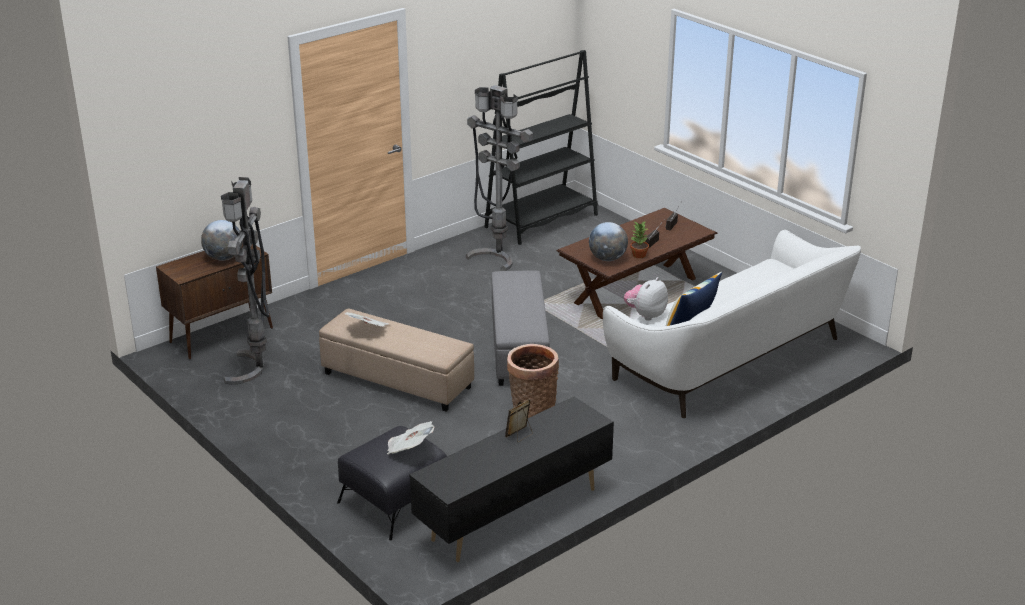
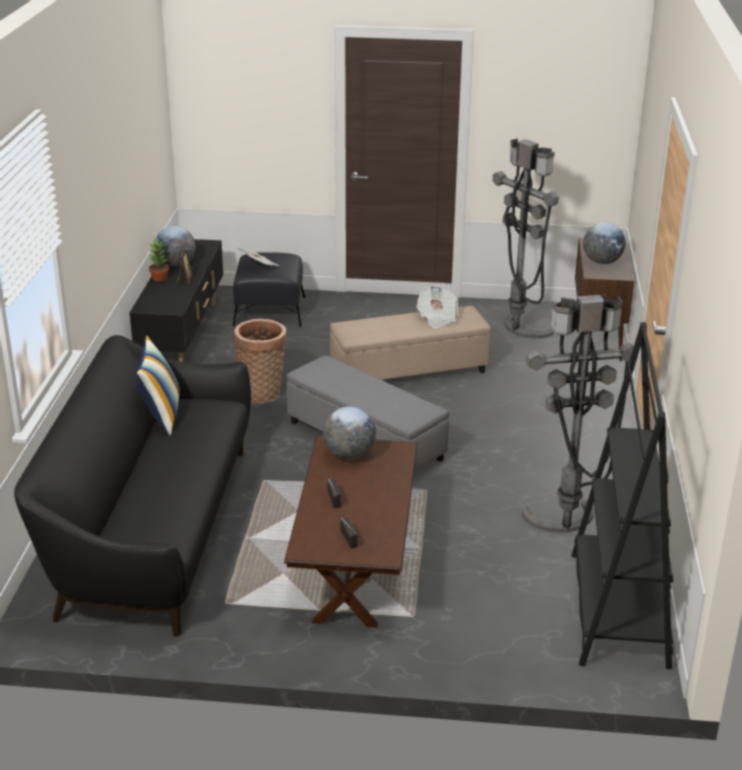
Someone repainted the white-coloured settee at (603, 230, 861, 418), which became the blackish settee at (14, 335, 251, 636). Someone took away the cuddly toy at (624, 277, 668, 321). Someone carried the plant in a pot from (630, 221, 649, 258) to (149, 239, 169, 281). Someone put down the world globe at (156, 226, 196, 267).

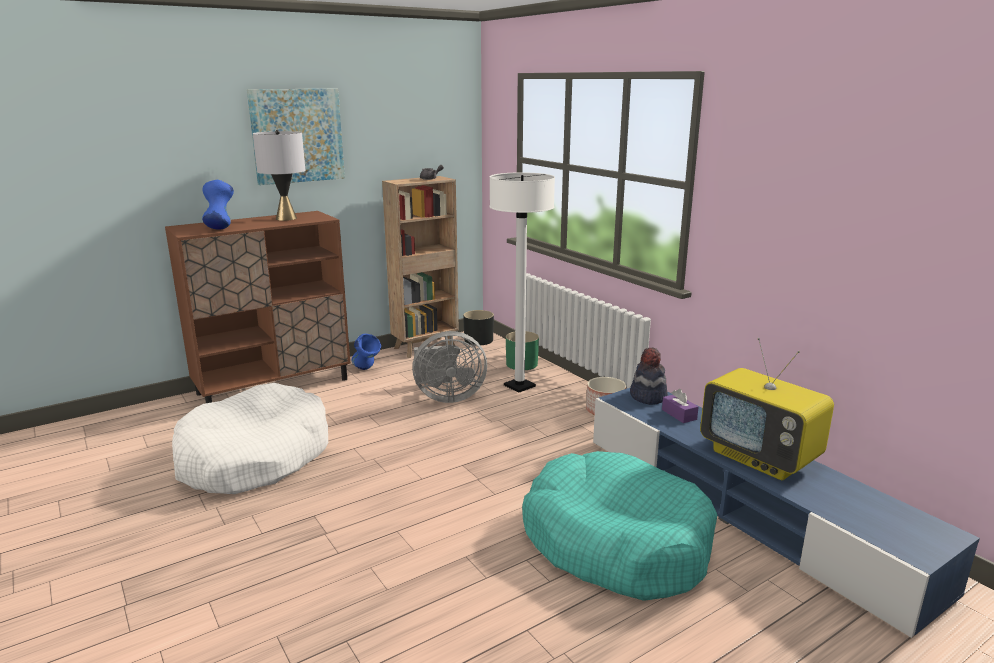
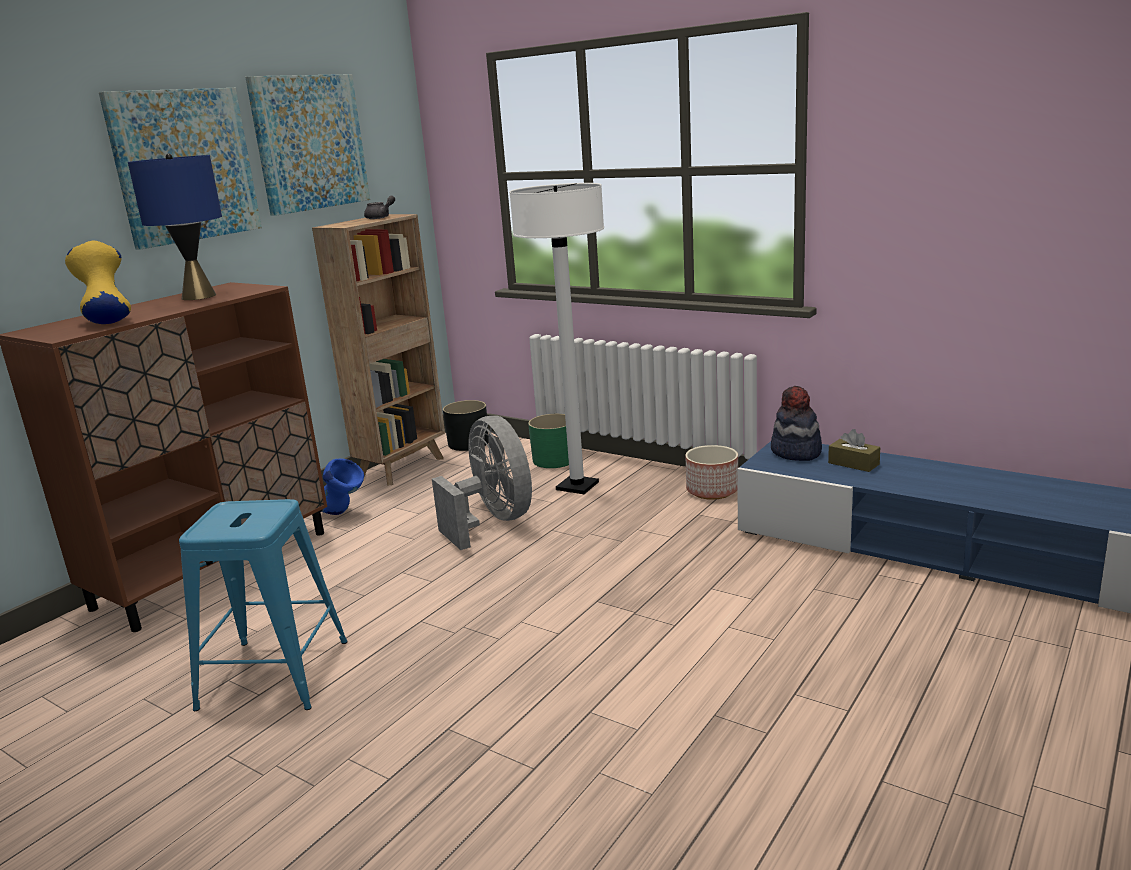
Someone swapped the white-coloured dog bed at (172, 383, 328, 494) for the blue-coloured stool at (179, 499, 348, 711). Someone repainted the blue-coloured vase at (202, 180, 234, 230), which became the yellow vase at (65, 241, 131, 324). Someone repainted the greyish tabletop lamp at (253, 130, 305, 221), which became the blue-coloured tabletop lamp at (128, 153, 222, 300). Someone rotated the greyish cooling fan at (412, 331, 487, 403) by 90 degrees counterclockwise. Someone took away the blue-green dog bed at (522, 451, 717, 601). Someone repainted the purple box of tissues at (662, 389, 699, 423), which became the brown-coloured box of tissues at (828, 429, 880, 472). Someone took away the television at (700, 338, 834, 480). Someone put up the picture at (246, 74, 370, 216).

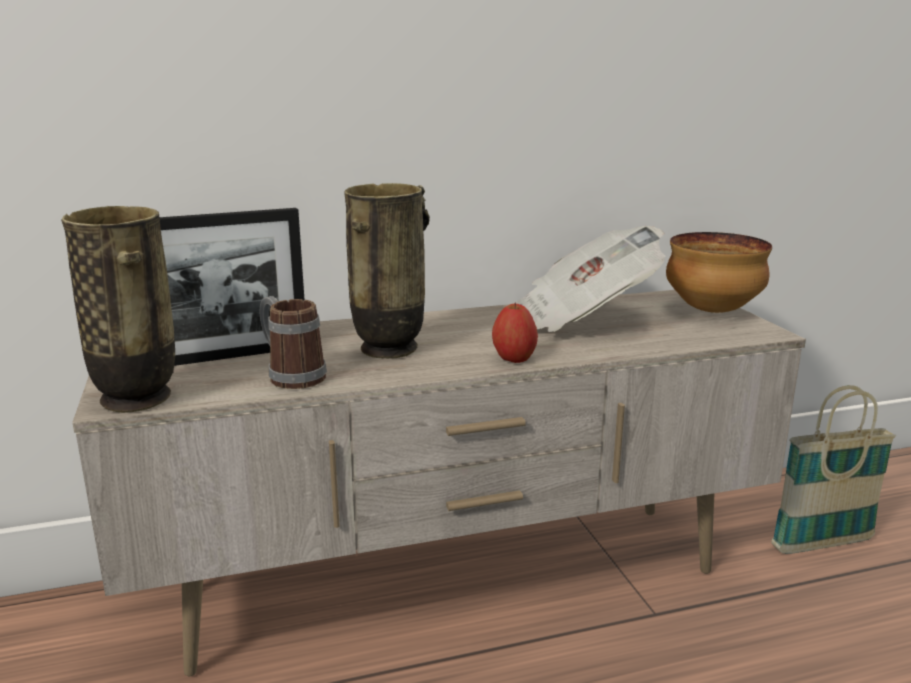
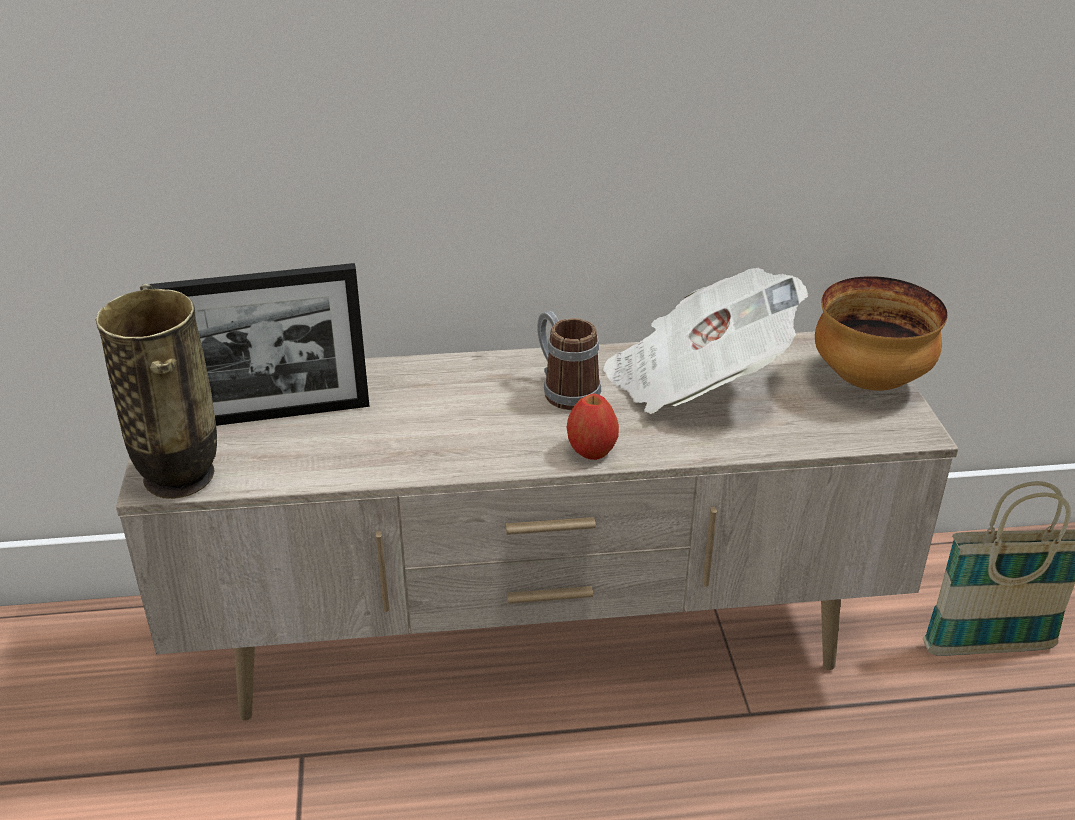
Someone carried the tea mug from (260, 296, 327, 389) to (537, 311, 601, 410). Someone took away the vase at (344, 183, 430, 359).

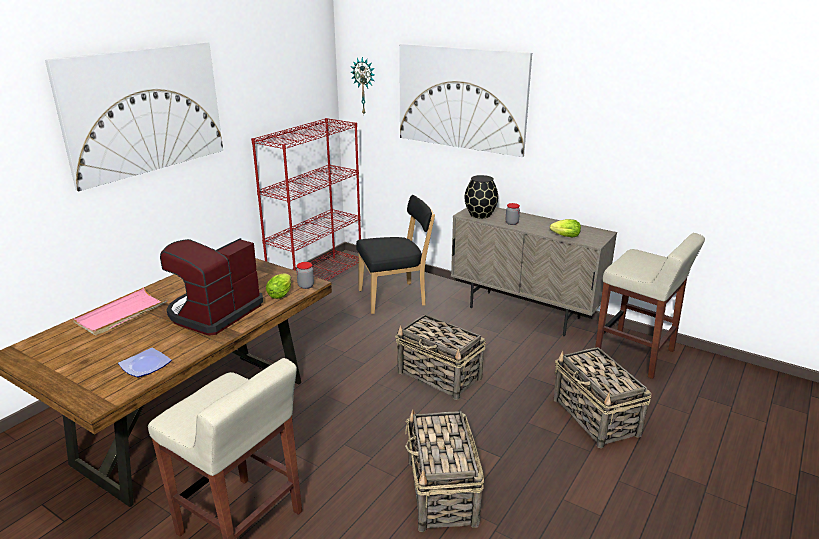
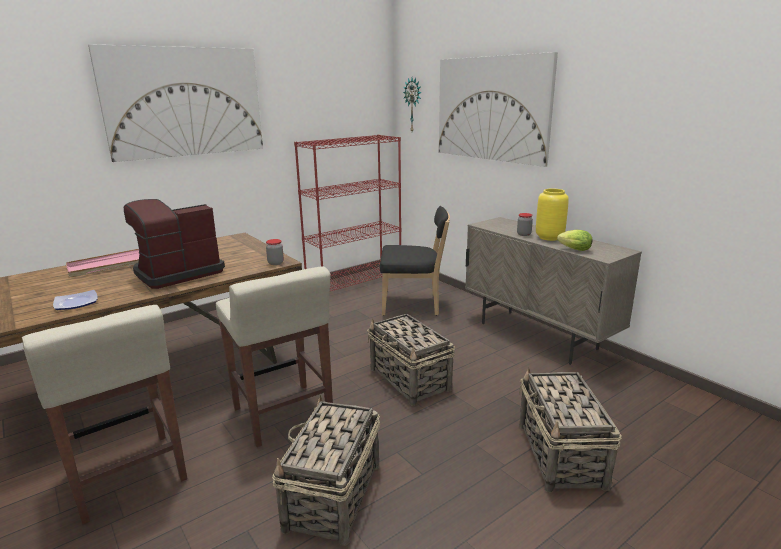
Someone took away the lettuce head at (266, 273, 291, 299). Someone took away the blackish vase at (465, 175, 498, 218). Someone carried the sand-coloured stool from (595, 233, 705, 379) to (216, 266, 333, 447). Someone put down the yellow vase at (536, 189, 569, 241).

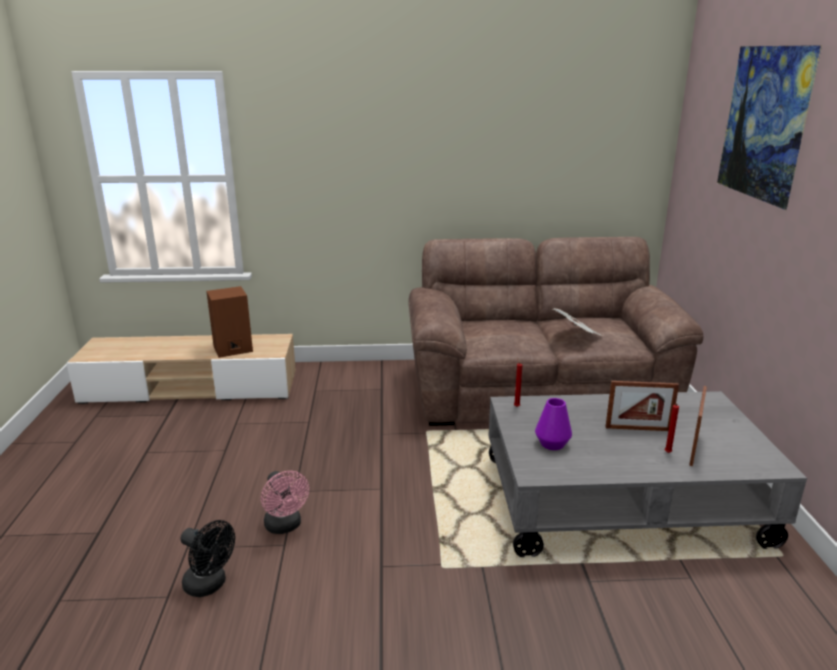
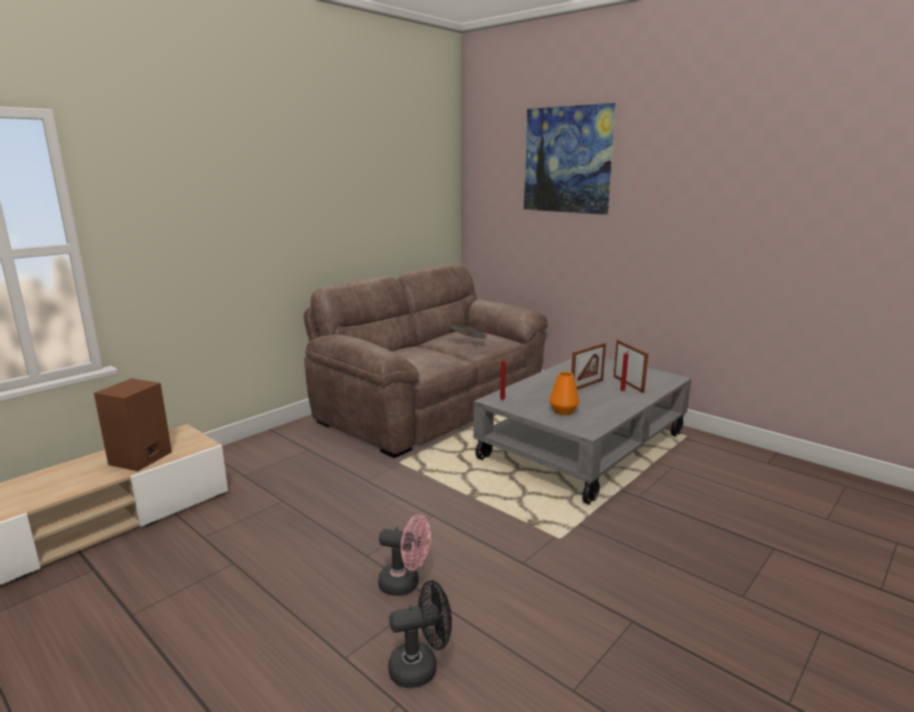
Someone repainted the purple vase at (535, 398, 572, 450), which became the orangey vase at (549, 372, 580, 415).

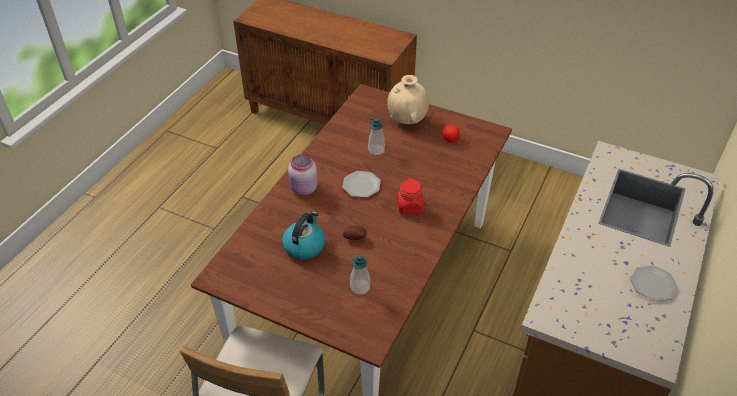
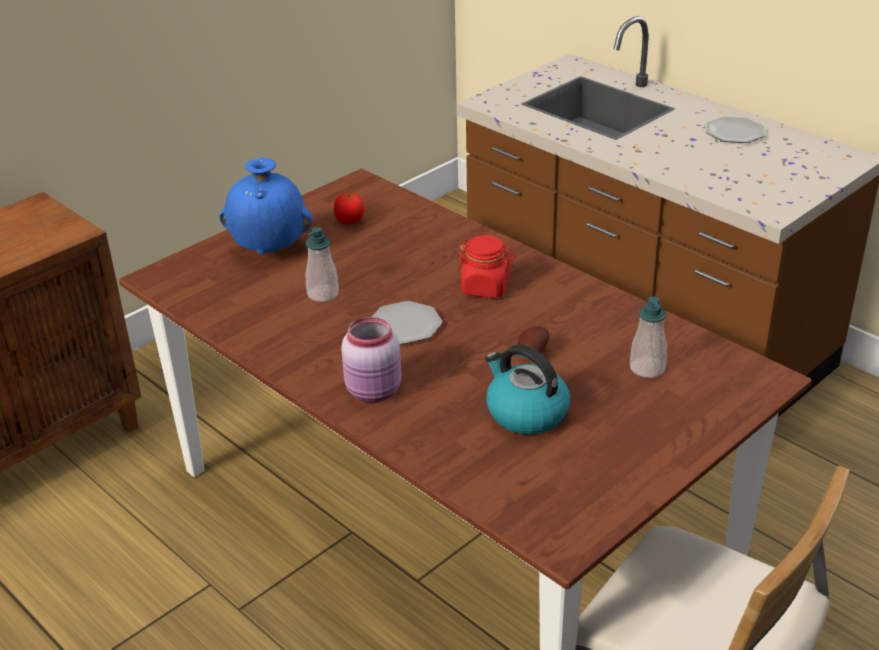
Someone repainted the sand-coloured vase at (388, 75, 429, 124), which became the blue-coloured vase at (219, 158, 313, 255).

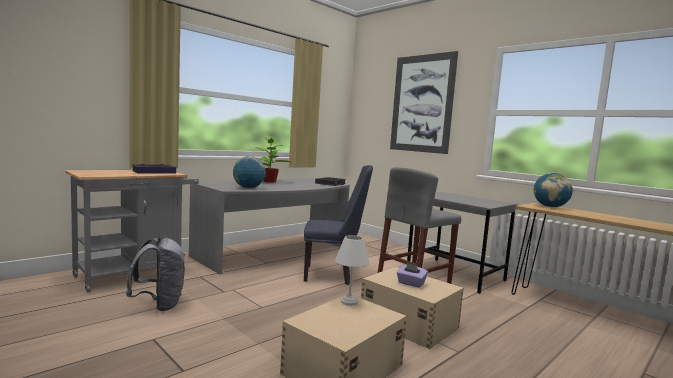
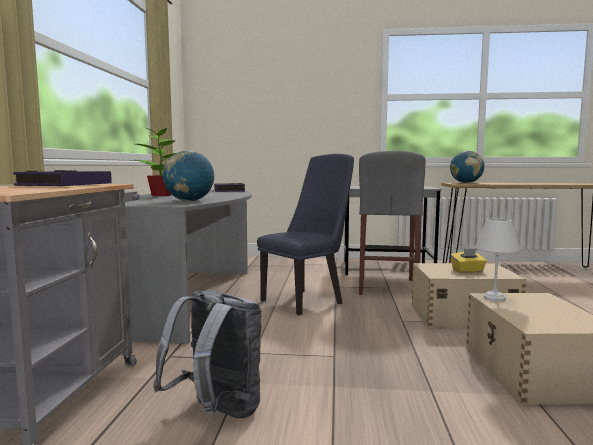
Someone took away the picture at (390, 51, 458, 154). Someone repainted the purple box of tissues at (397, 263, 428, 288), which became the yellow box of tissues at (450, 249, 487, 273).

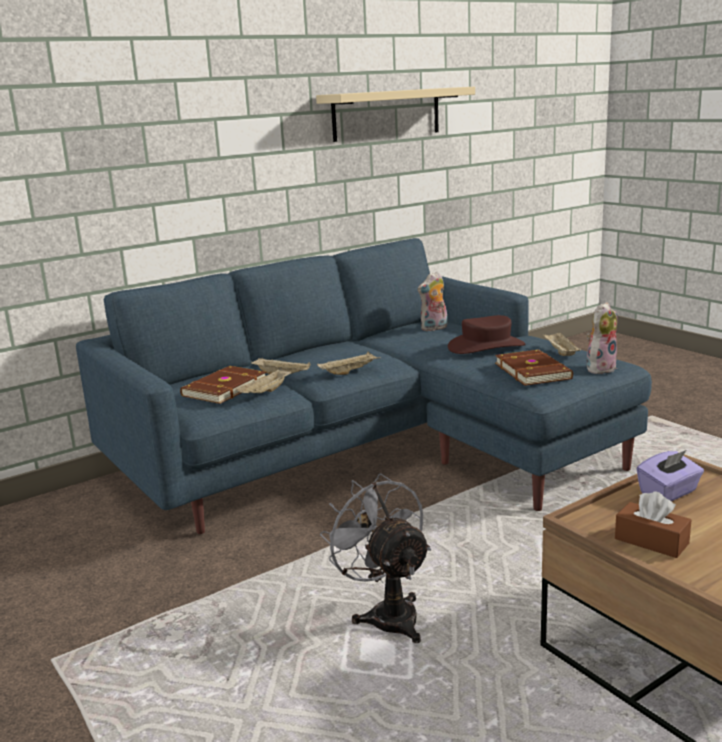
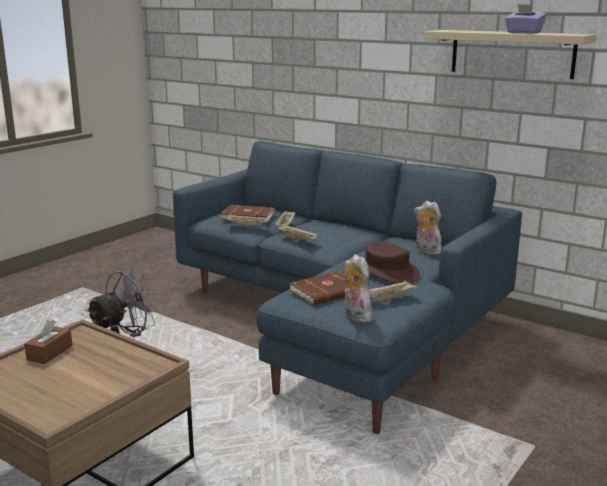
Someone rotated the cuddly toy at (587, 302, 618, 374) by 150 degrees counterclockwise. Someone carried the purple box of tissues from (637, 450, 704, 502) to (505, 4, 546, 34).

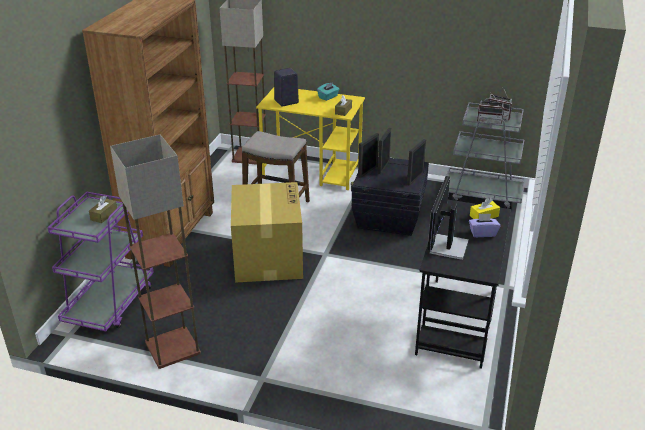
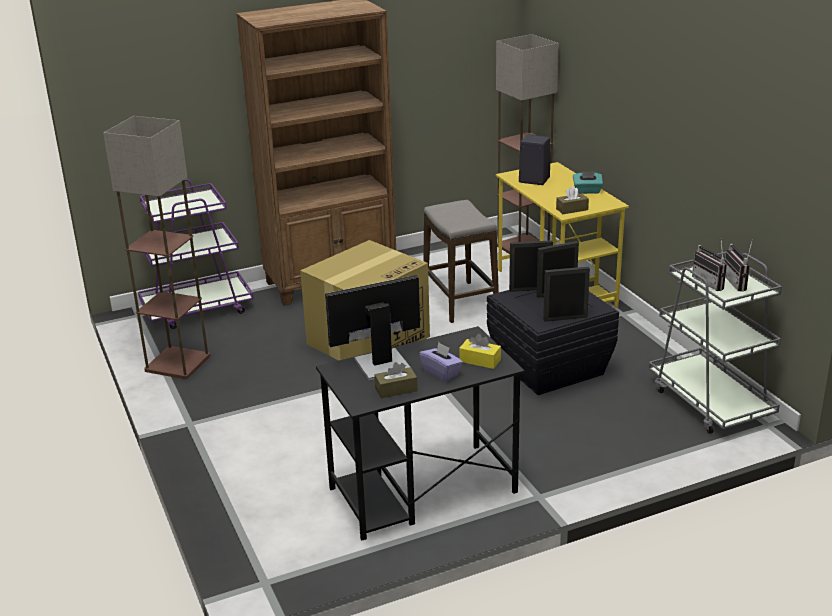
Someone carried the brown-coloured box of tissues from (89, 196, 117, 223) to (374, 362, 418, 398).

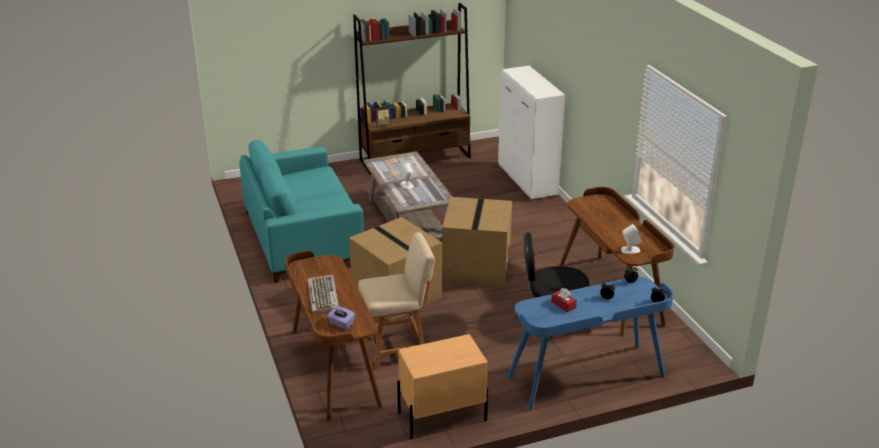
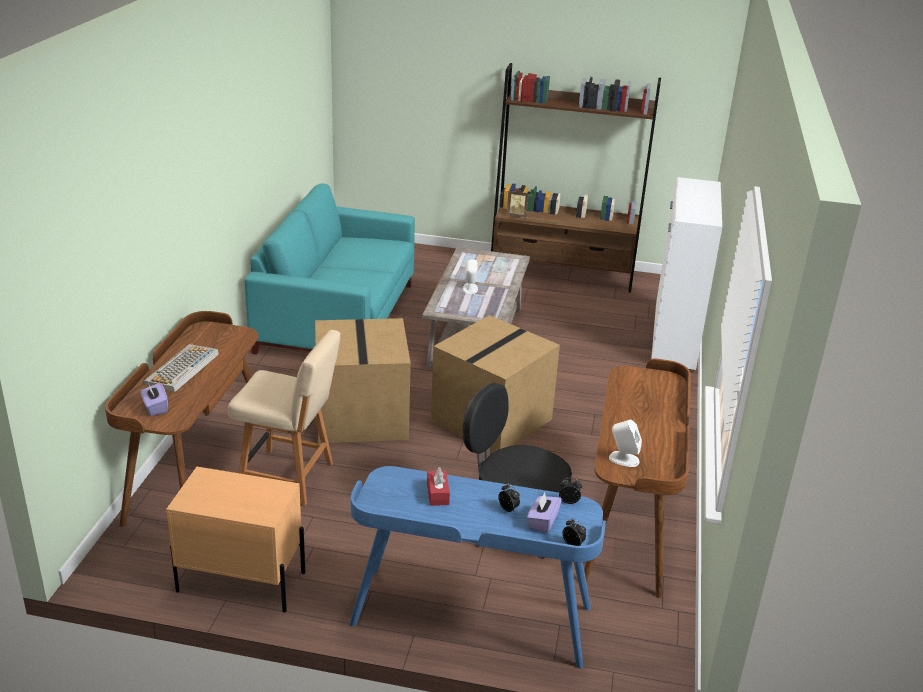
Someone put down the purple box of tissues at (527, 493, 562, 533).

